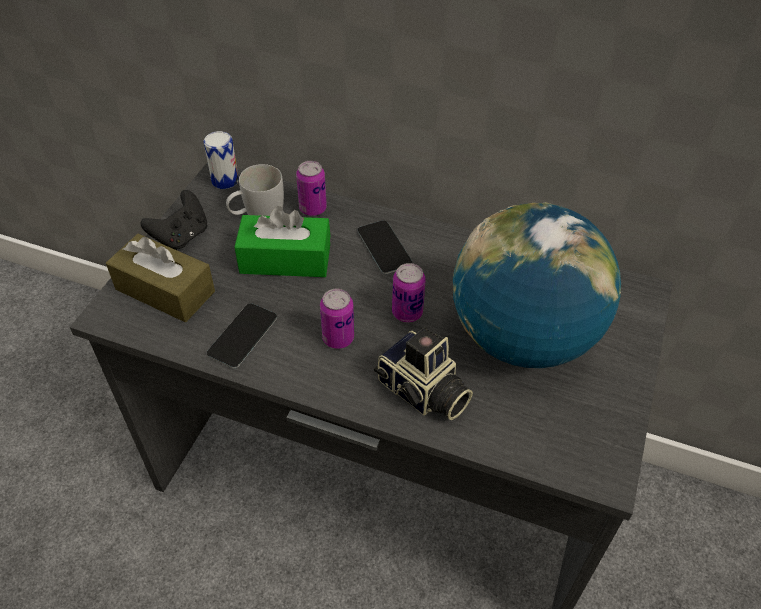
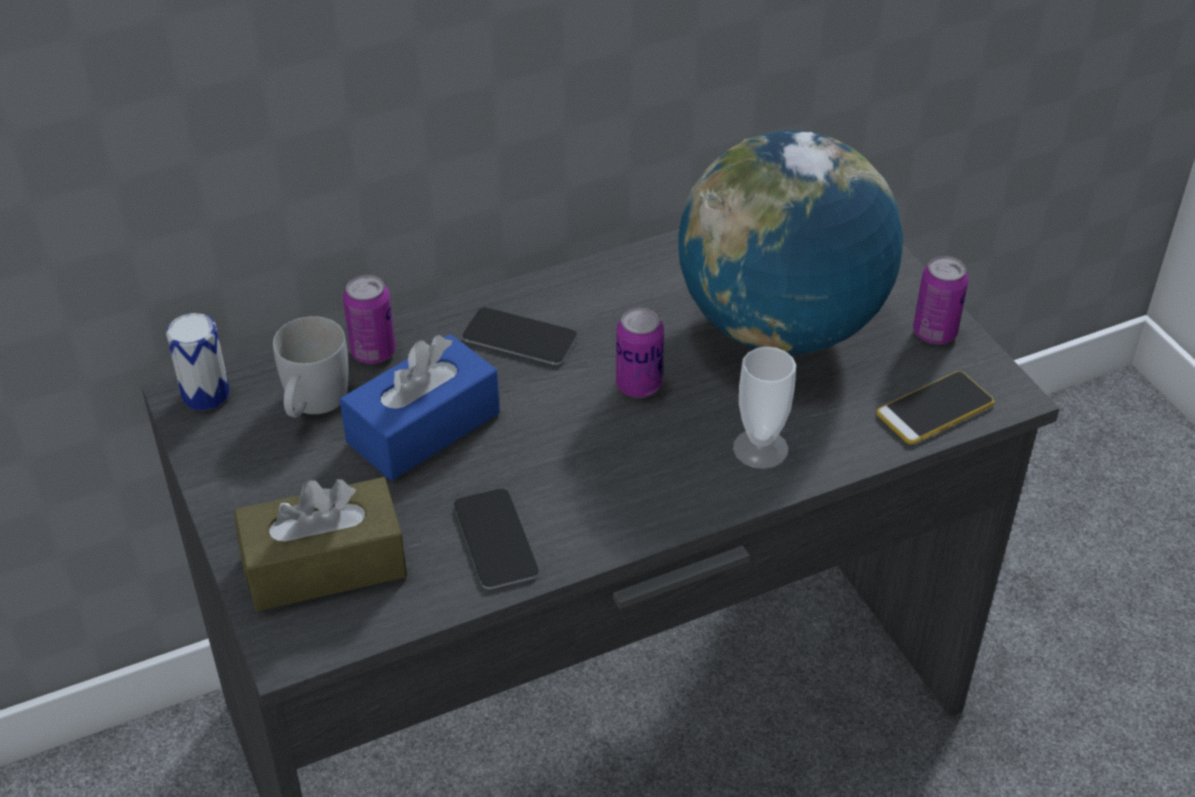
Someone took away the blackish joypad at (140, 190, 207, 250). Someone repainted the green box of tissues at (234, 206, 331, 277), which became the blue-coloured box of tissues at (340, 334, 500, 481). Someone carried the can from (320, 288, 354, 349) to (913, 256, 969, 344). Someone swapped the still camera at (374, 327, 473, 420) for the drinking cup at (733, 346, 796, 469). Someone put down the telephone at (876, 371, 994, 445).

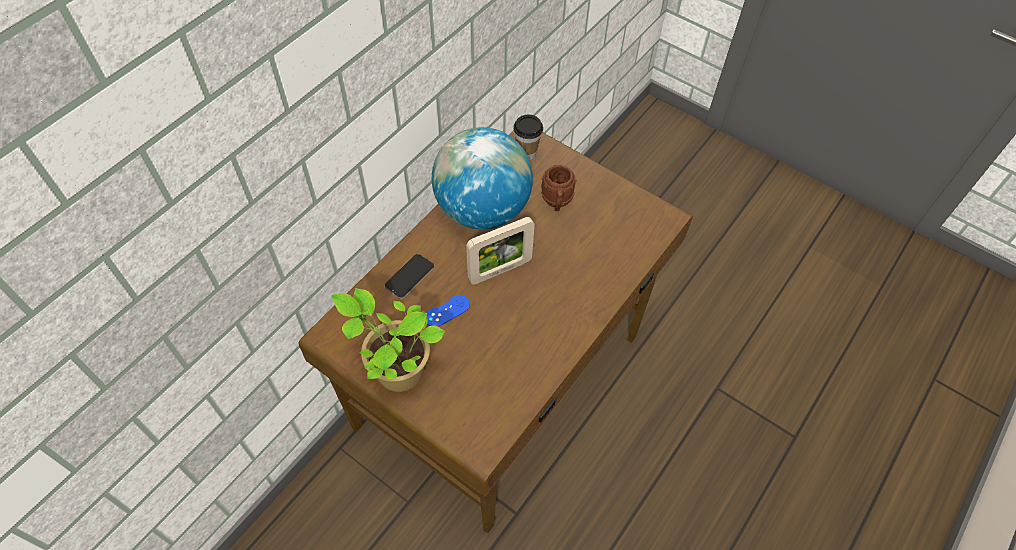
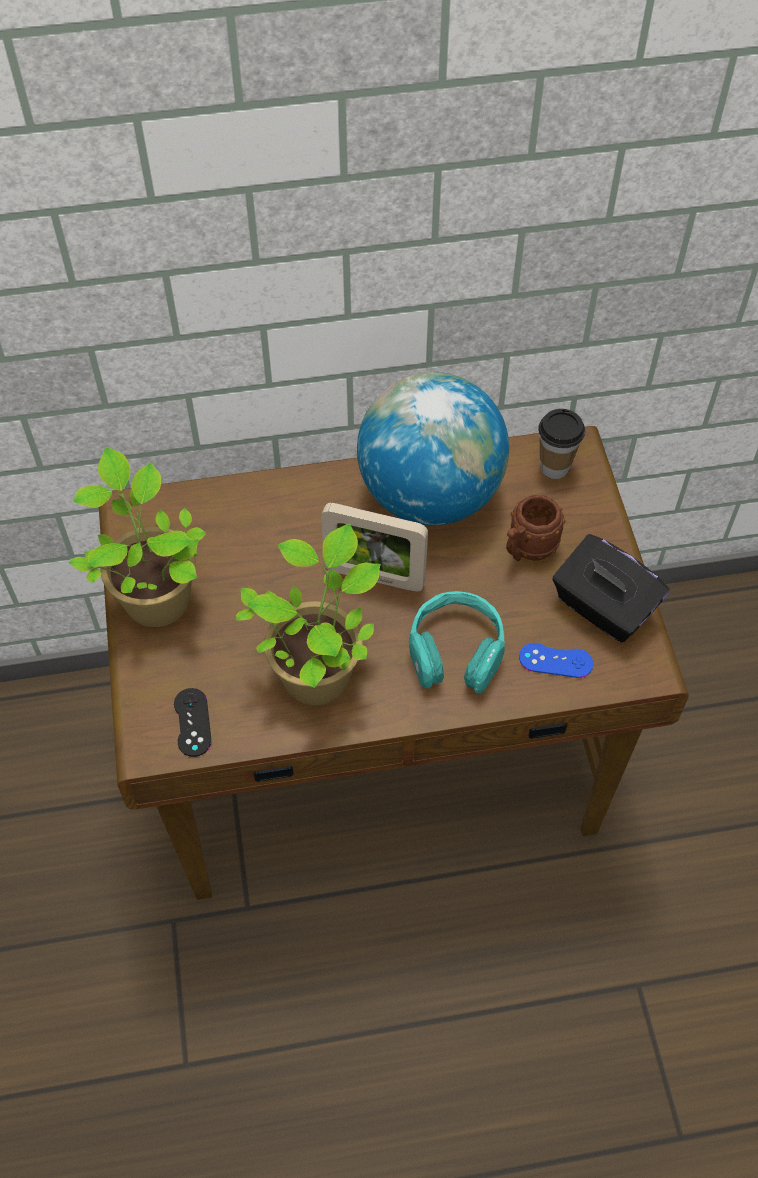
Someone took away the telephone at (385, 254, 434, 299). Someone carried the blue-coloured joypad from (426, 295, 470, 327) to (519, 643, 593, 678). Someone put down the blackish joypad at (174, 688, 212, 757). Someone put down the plant in a pot at (236, 524, 380, 705). Someone put down the blue-green headset at (409, 591, 505, 694). Someone put down the blackish box of tissues at (552, 534, 669, 642).

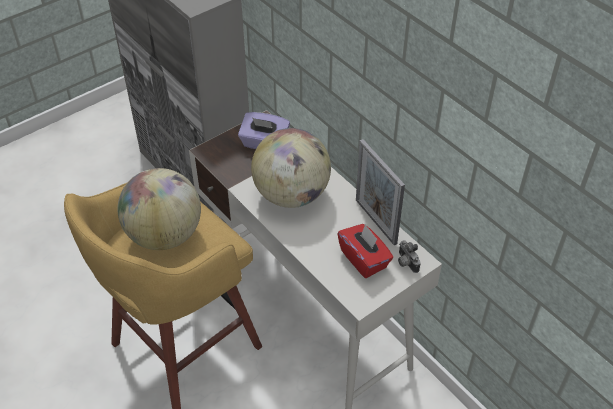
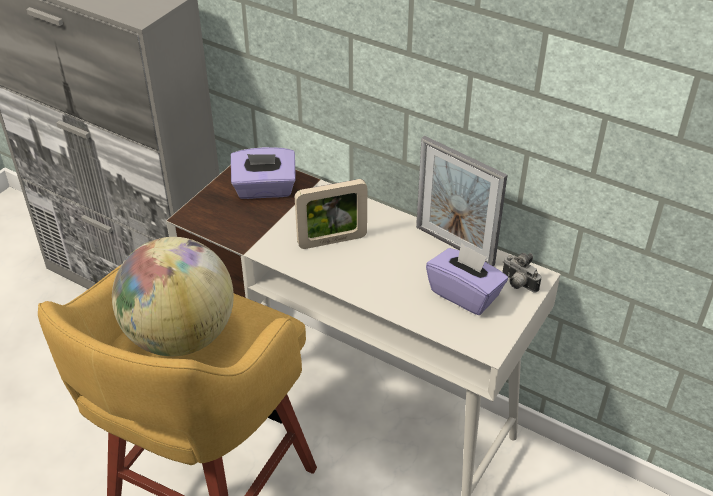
Someone swapped the world globe at (251, 128, 331, 208) for the photo frame at (295, 179, 367, 249). Someone repainted the red-coloured box of tissues at (338, 224, 393, 278), which became the purple box of tissues at (426, 243, 508, 315).

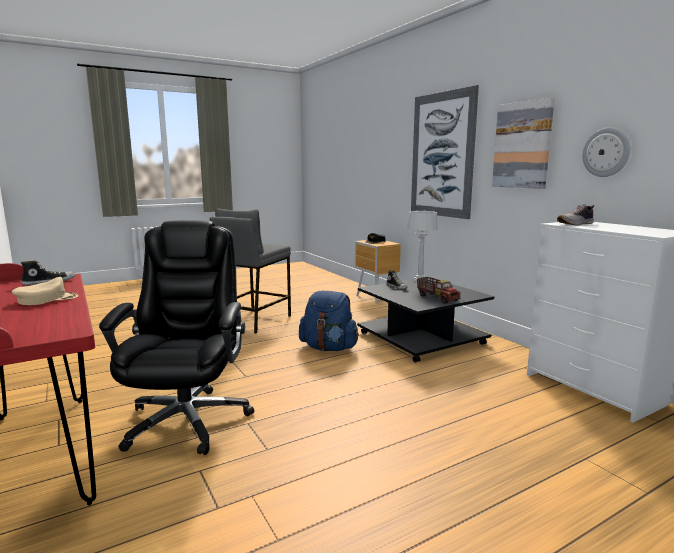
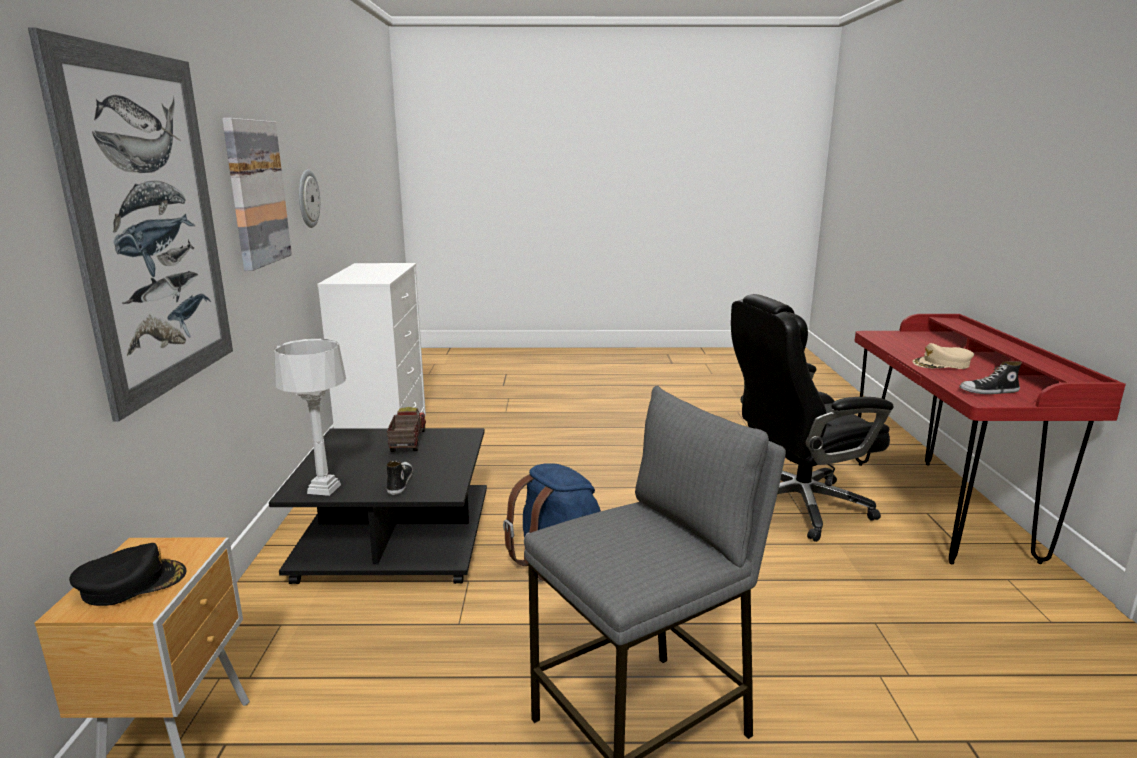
Someone rotated the blackish computer chair at (99, 220, 254, 455) by 45 degrees clockwise. Someone took away the low shoe at (557, 204, 594, 226).

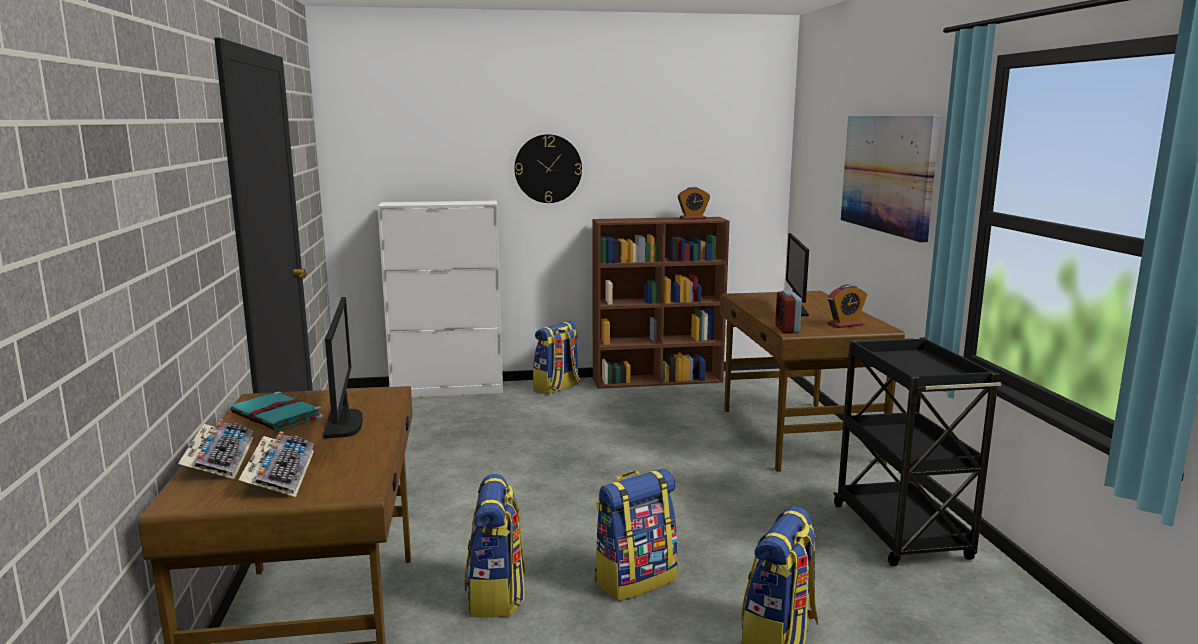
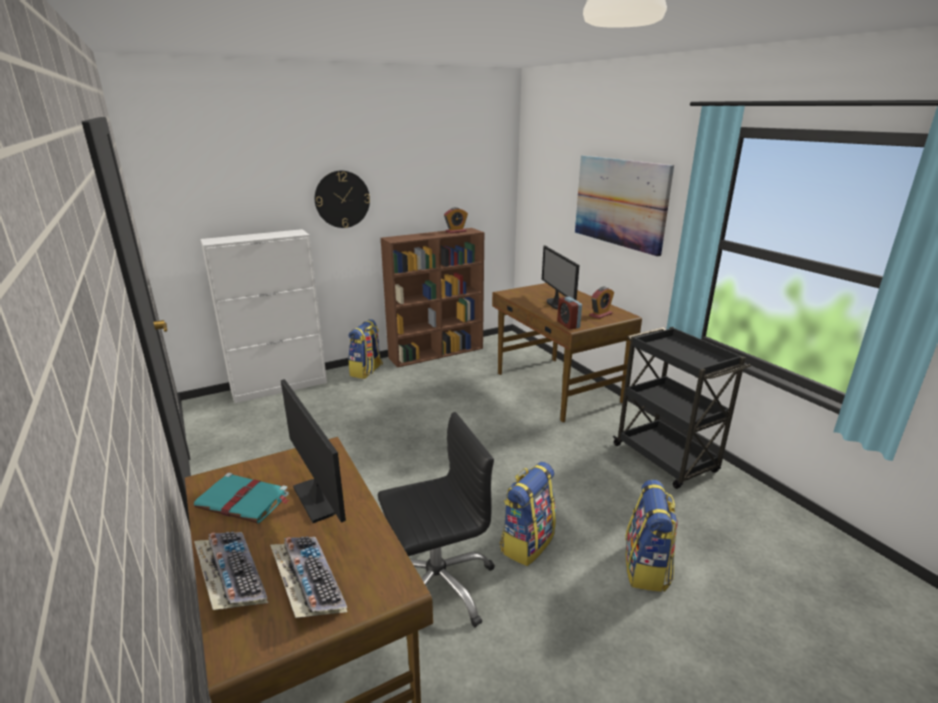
Someone swapped the rucksack at (464, 474, 526, 618) for the blackish computer chair at (378, 412, 495, 628).

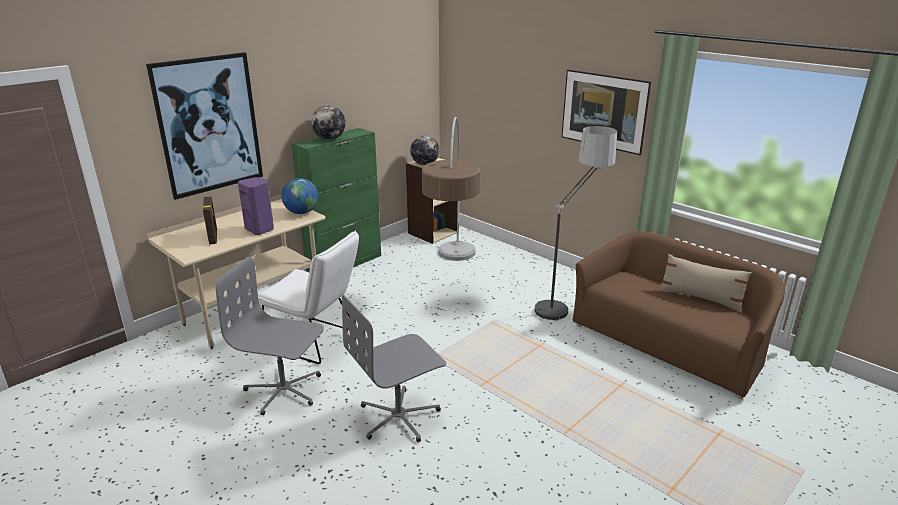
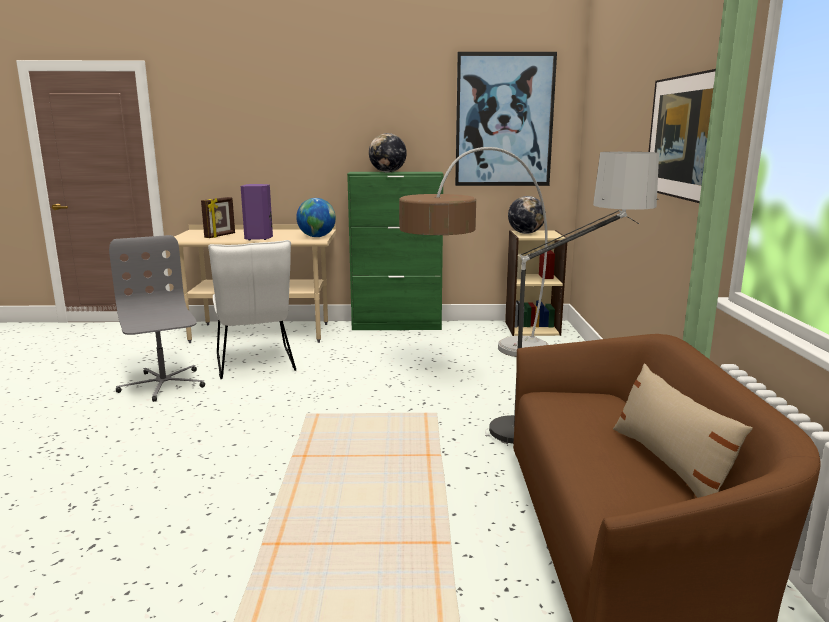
Someone carried the picture from (146, 52, 263, 200) to (455, 52, 557, 186). Someone took away the greyish computer chair at (342, 294, 446, 442).

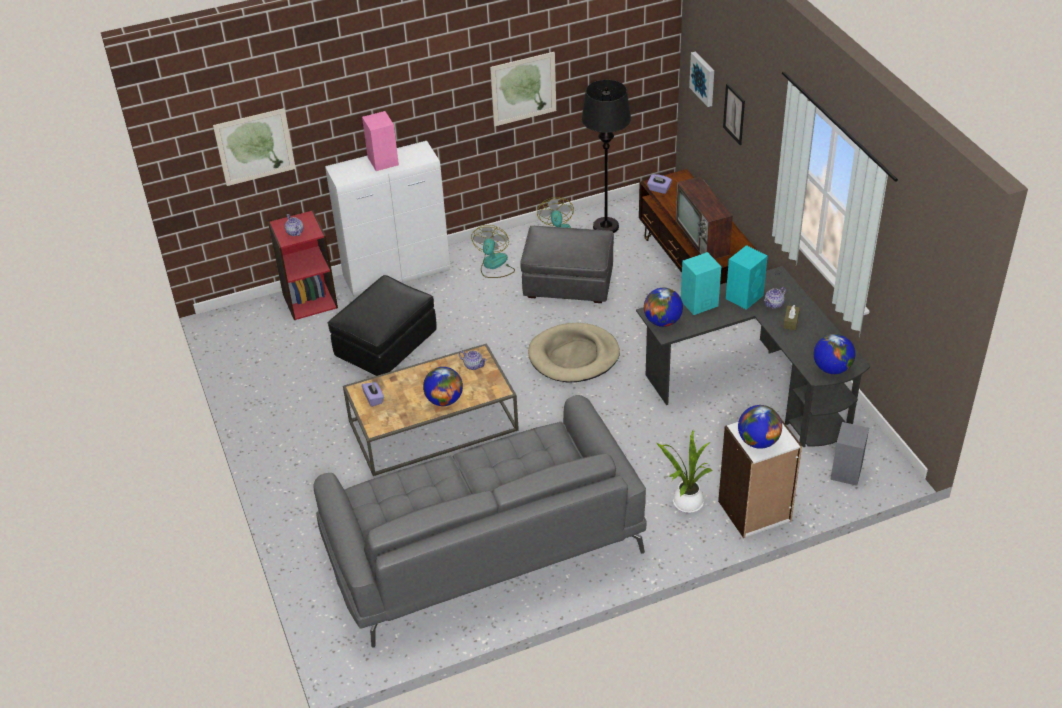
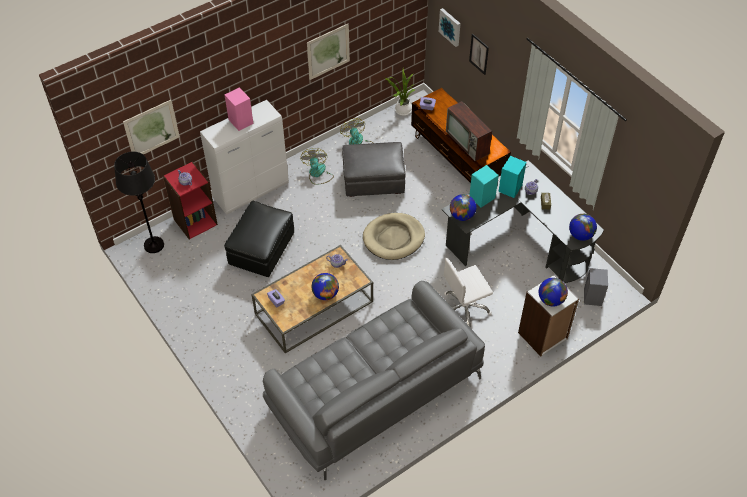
Someone carried the blackish standing lamp from (581, 80, 631, 233) to (114, 152, 164, 253). Someone carried the plant in a pot from (657, 430, 714, 513) to (385, 69, 415, 116). Someone put down the white-coloured computer chair at (444, 258, 493, 328).

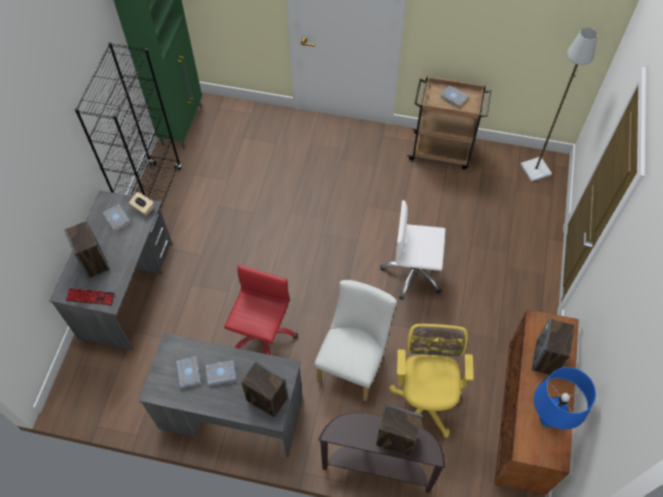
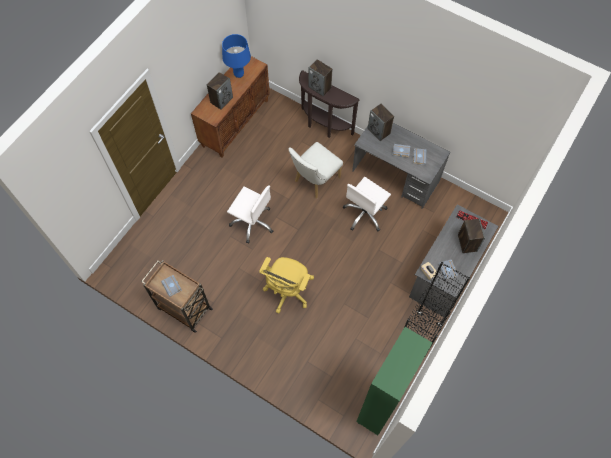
Someone repainted the red-coloured computer chair at (224, 265, 298, 355), which became the white-coloured computer chair at (343, 177, 391, 231). Someone carried the yellow computer chair from (389, 324, 474, 438) to (259, 257, 314, 313). Someone took away the greyish standing lamp at (520, 27, 598, 182).

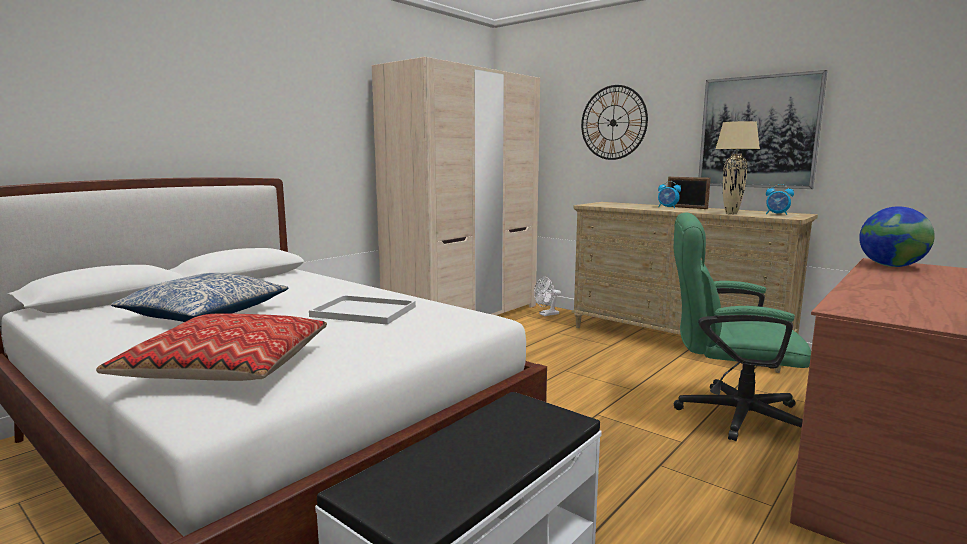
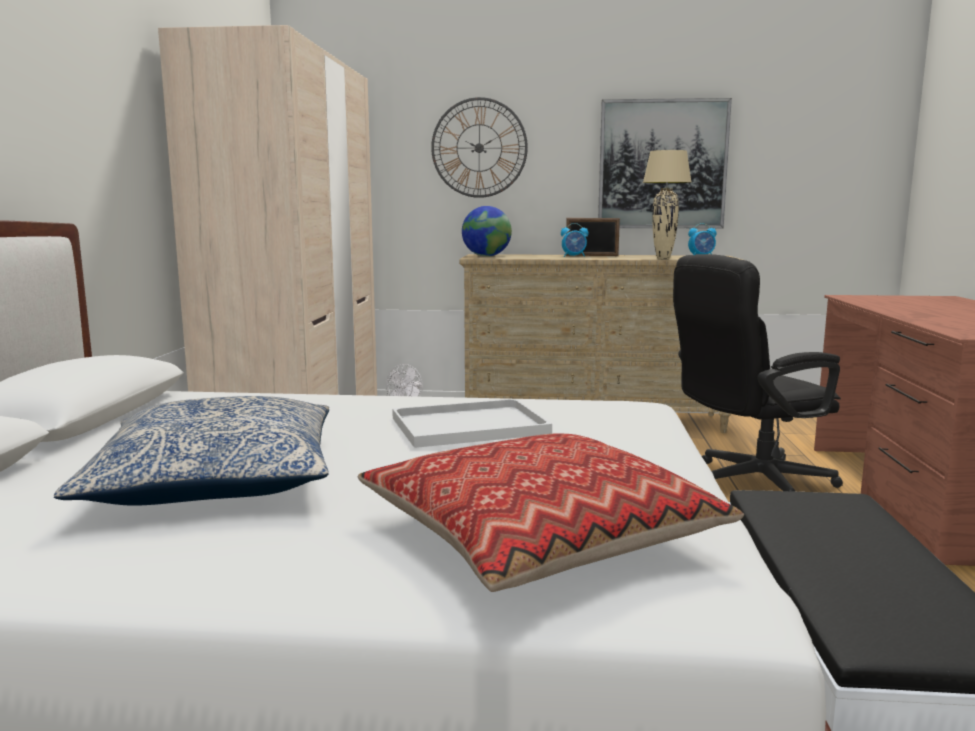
Someone repainted the green computer chair at (674, 212, 811, 441), which became the blackish computer chair at (673, 254, 843, 492). Someone carried the world globe from (859, 206, 935, 267) to (462, 206, 512, 257).

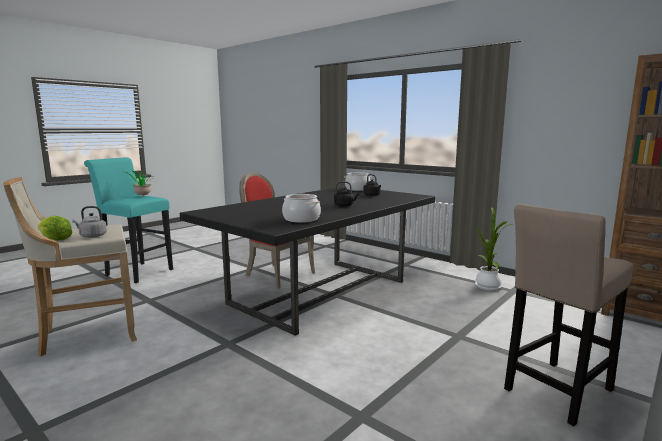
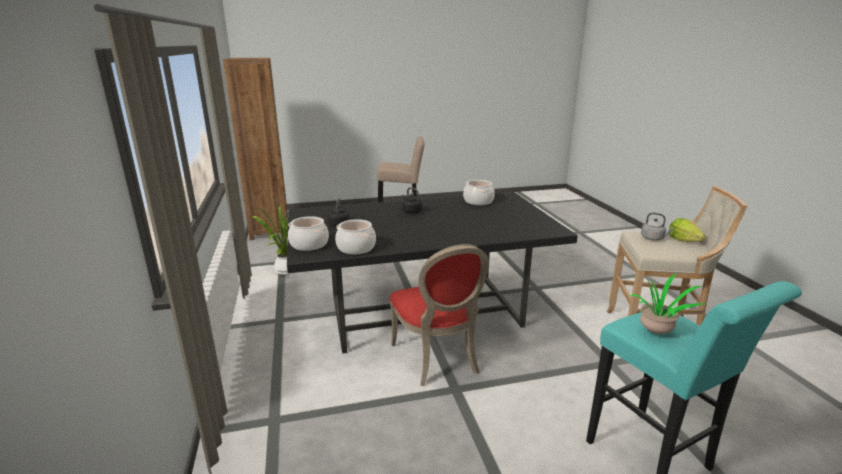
Someone put down the stockpot at (335, 219, 376, 254).

